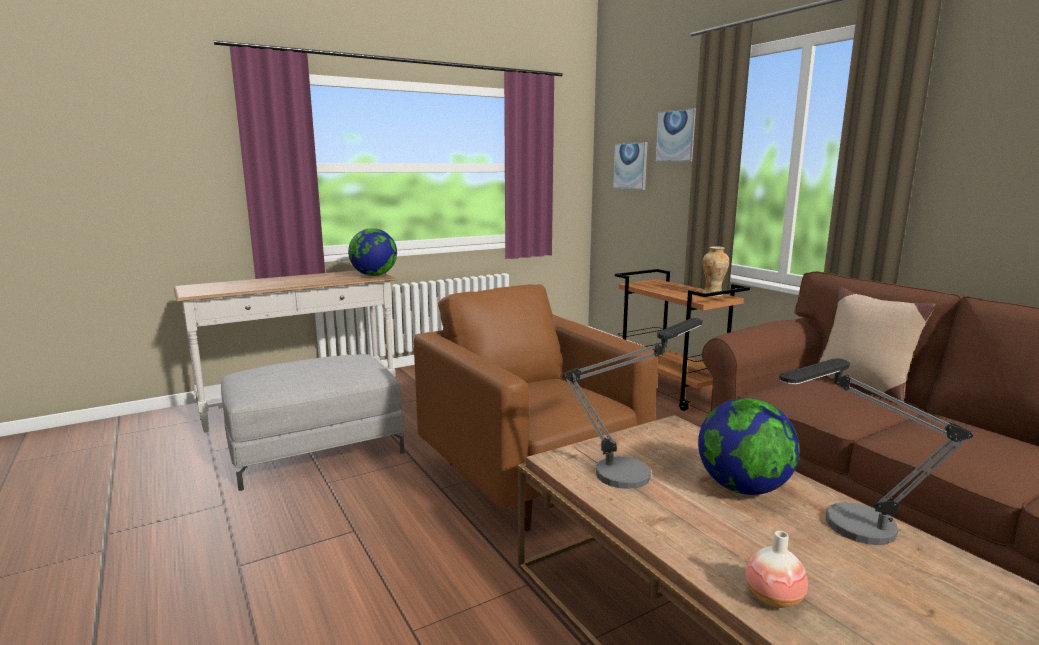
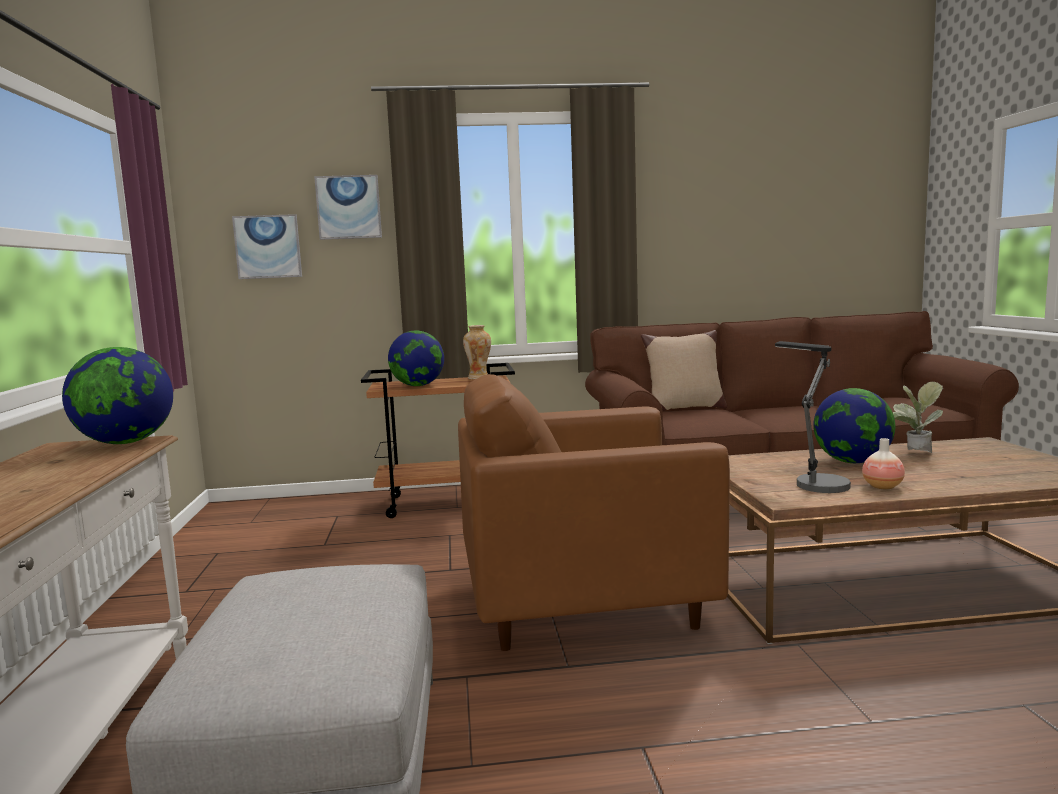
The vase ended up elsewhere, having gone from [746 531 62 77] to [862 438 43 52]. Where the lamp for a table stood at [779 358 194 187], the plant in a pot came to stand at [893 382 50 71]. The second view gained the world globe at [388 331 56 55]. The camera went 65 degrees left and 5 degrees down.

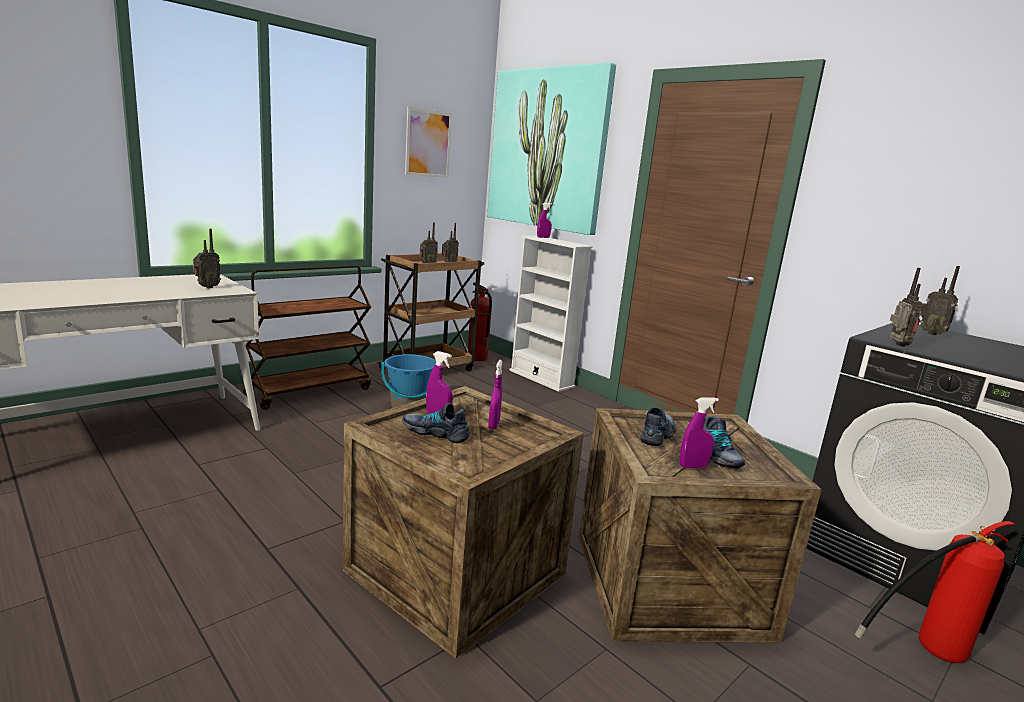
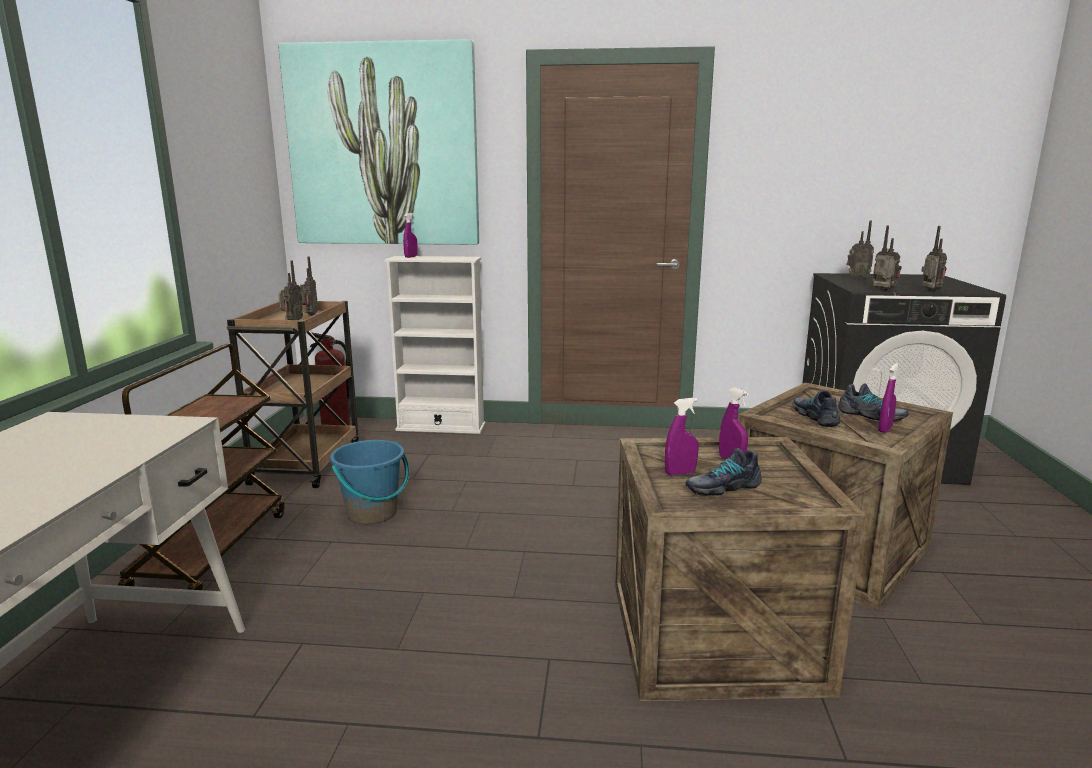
The radio ended up elsewhere, having gone from [193 229 28 60] to [921 226 26 66]. The second view lost the wall art at [405 107 47 71]. The second view lost the extinguisher at [854 521 161 142]. The camera went 40 degrees left and 0 degrees up.

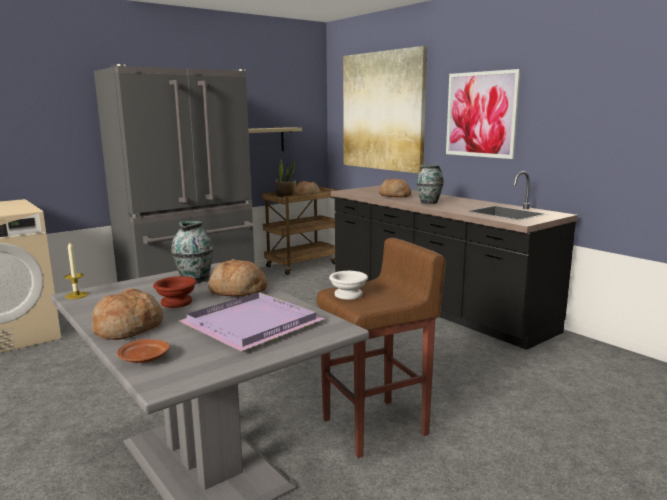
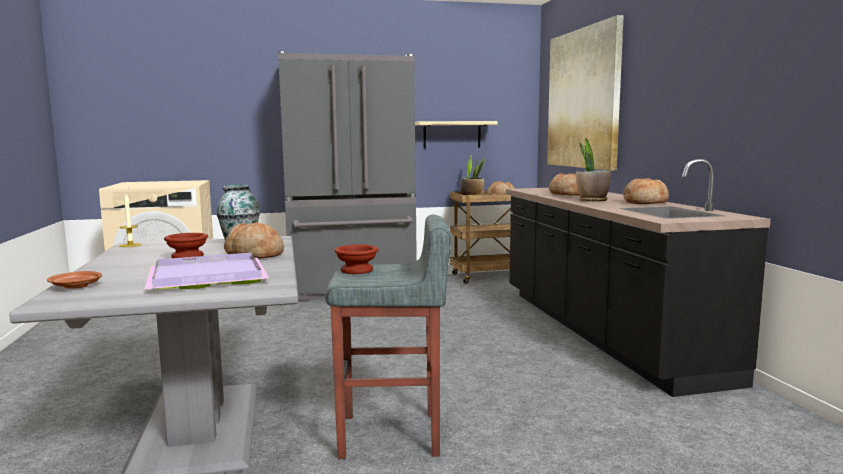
The bakery bread ended up elsewhere, having gone from [92 289 71 51] to [623 178 46 26]. What was the brown-coloured sitting stool at [316 238 130 220] turned into the grey sitting stool at [325 215 126 244]. What was the white serving bowl at [329 271 39 29] turned into the brown-coloured serving bowl at [334 244 44 30]. Where the vase stood at [416 164 28 40], the plant in a pot came to stand at [576 138 35 63]. The second view lost the wall art at [446 69 75 90]. The camera went 25 degrees right and 5 degrees down.

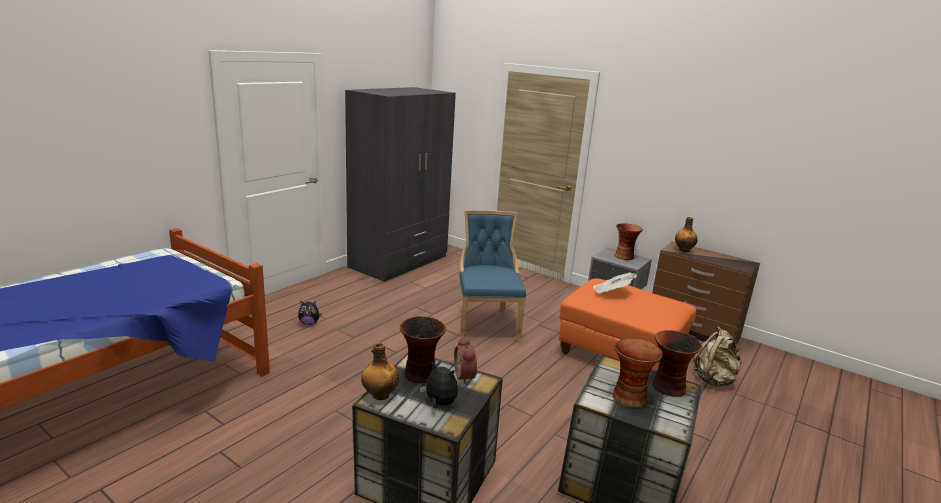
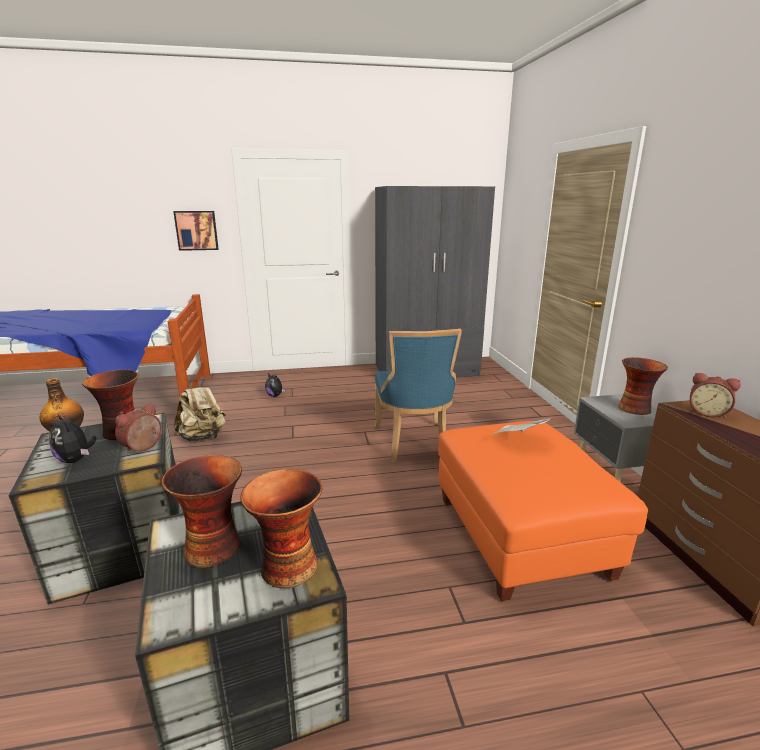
The soft toy at [420 361 38 47] ended up facing another way, 150 degrees clockwise from before. The bluish plain chair at [459 210 67 132] ended up facing another way, 135 degrees clockwise from before. Where the drink bottle stood at [675 217 23 35], the bedside clock came to stand at [690 373 51 46]. The beige backpack ended up elsewhere, having gone from [693 326 49 60] to [174 380 51 61]. The second view gained the wall art at [173 211 45 40]. The camera went 45 degrees right and 0 degrees up.

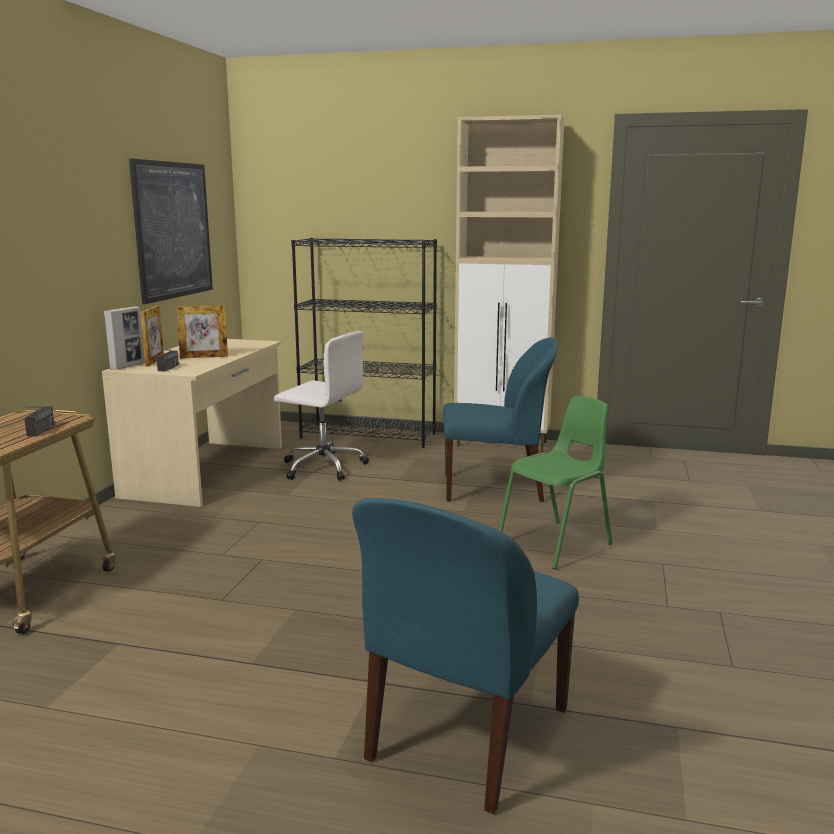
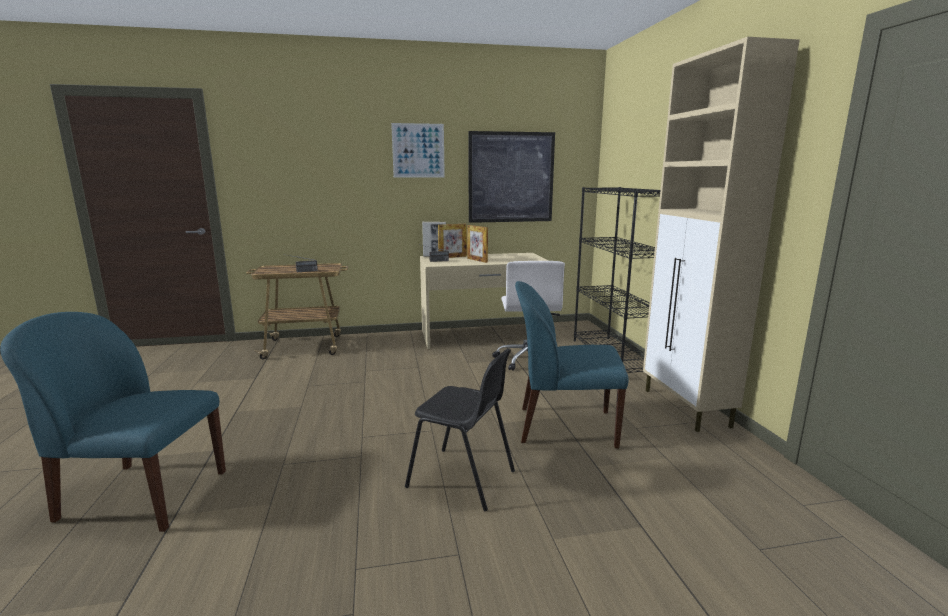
The bluish plain chair at [443 337 115 165] ended up facing another way, 120 degrees clockwise from before. What was the greenish plain chair at [499 396 113 174] turned into the blackish plain chair at [405 348 110 163]. The second view gained the wall art at [391 123 54 55]. The camera went 65 degrees right and 0 degrees up.

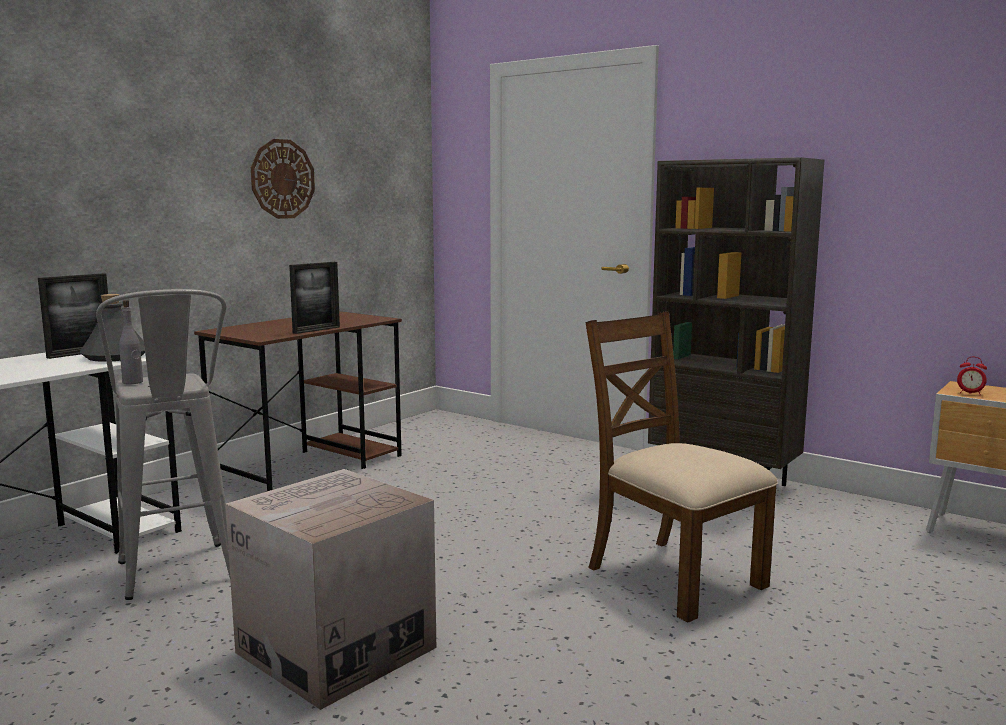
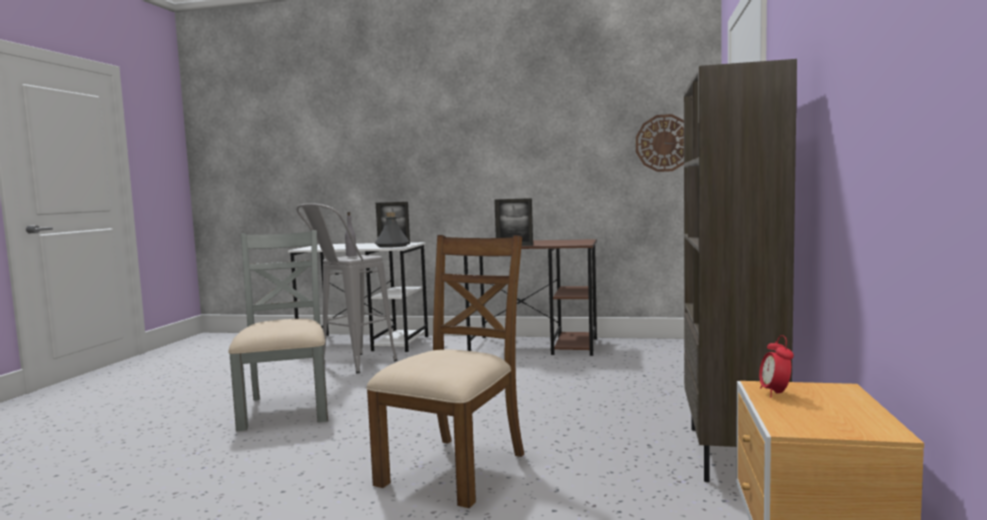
Where the packing box stood at [225 469 211 241], the grey plain chair came to stand at [228 230 100 201]. The clock on the wall ended up elsewhere, having gone from [251 139 64 80] to [636 114 48 58]. The camera went 65 degrees right and 5 degrees down.

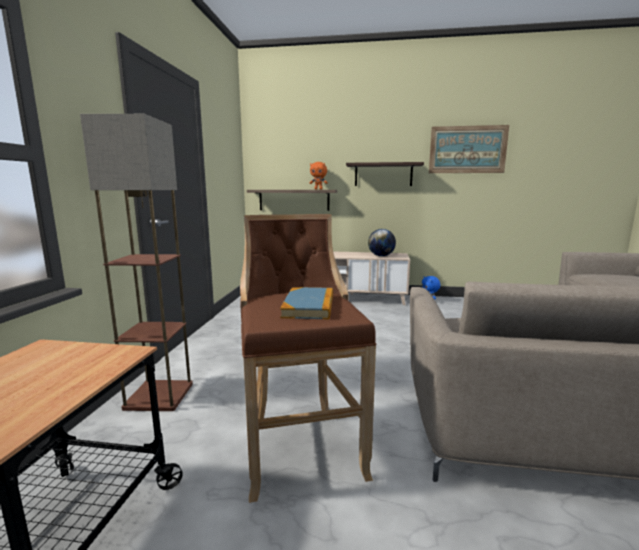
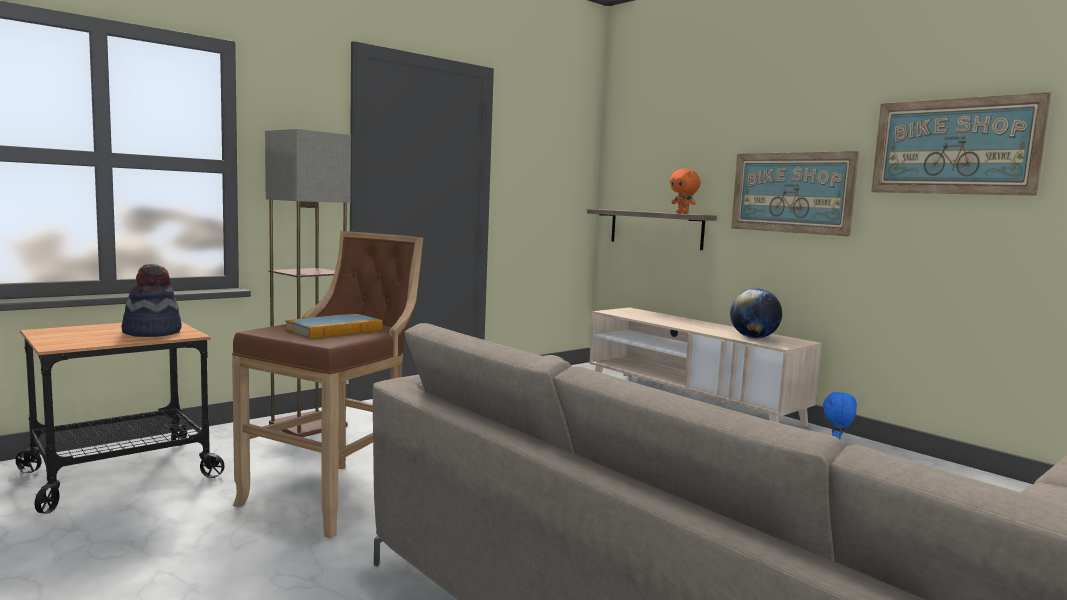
Where the shelf hung at [346 162 78 24], the wall art came to hang at [731 151 128 86]. The second view gained the wearable hat at [122 264 60 73]. The camera went 40 degrees right and 5 degrees down.

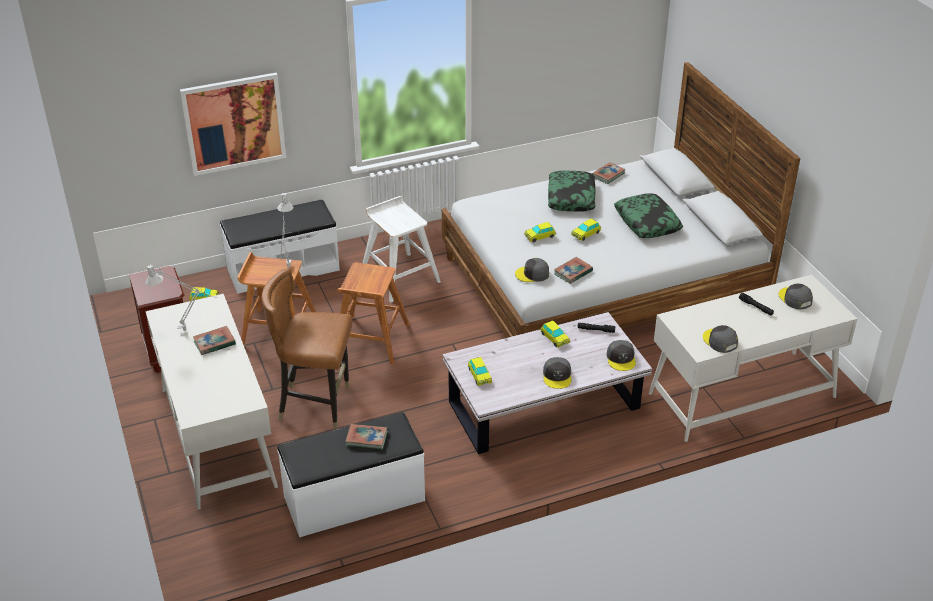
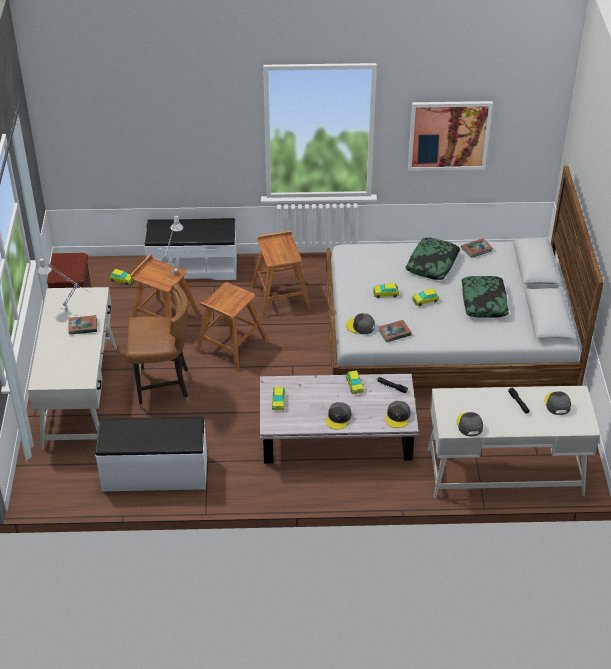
The wall art ended up elsewhere, having gone from [180 73 106 103] to [408 101 85 70]. The brown-coloured plain chair at [261 269 92 161] ended up facing another way, 150 degrees clockwise from before. The second view lost the volume at [346 424 42 25]. What was the white sitting stool at [363 196 78 107] turned into the brown-coloured sitting stool at [251 231 60 87]. The camera went 20 degrees right and 5 degrees up.

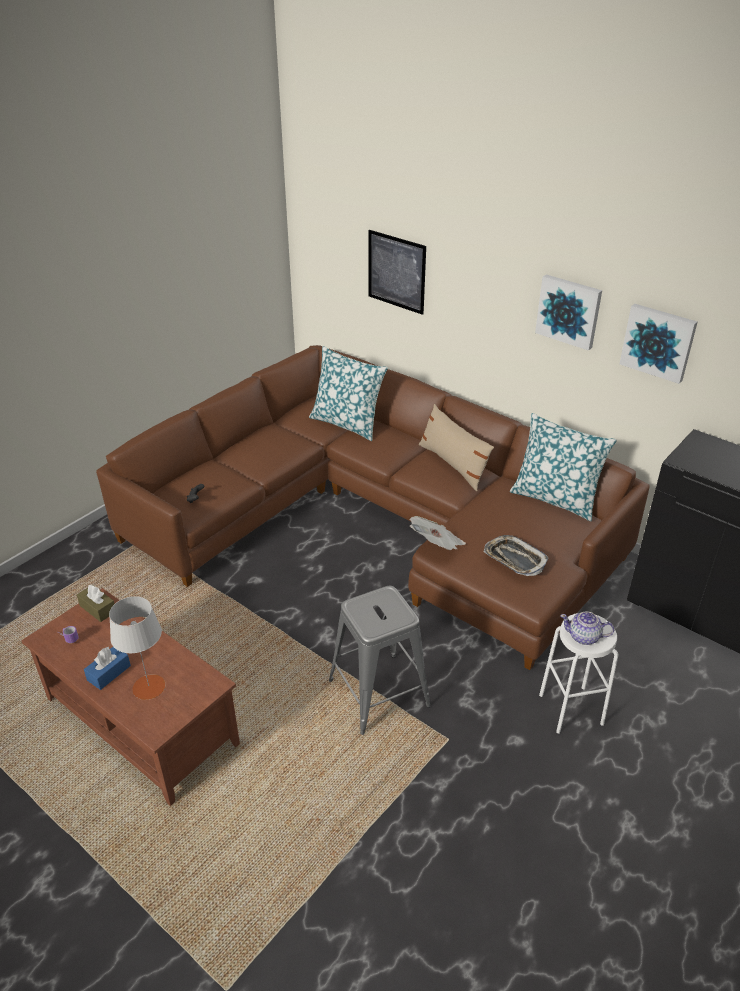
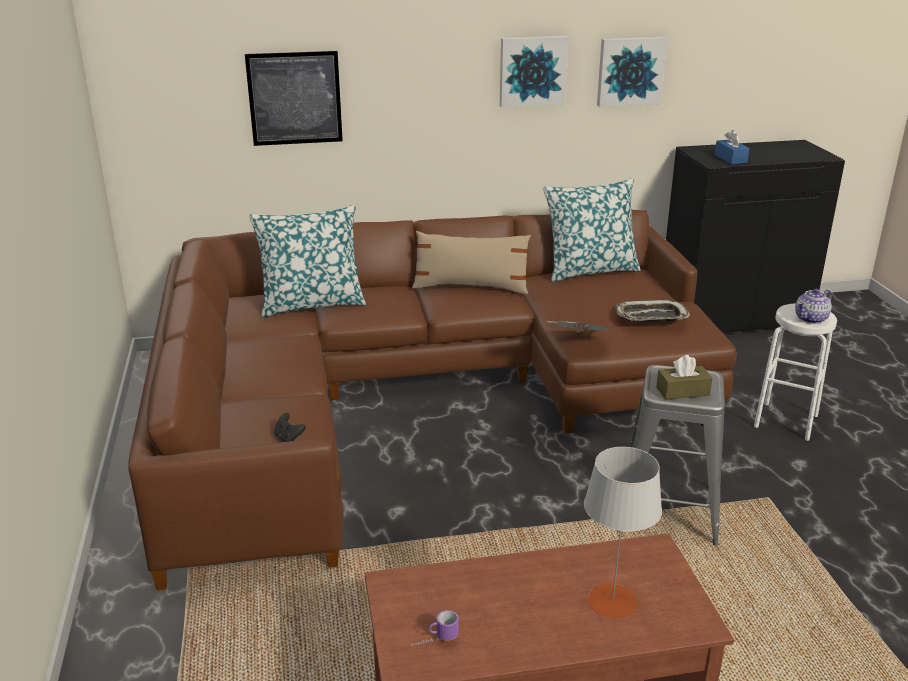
The brown-coloured box of tissues ended up elsewhere, having gone from [77 585 37 37] to [656 355 57 45]. The bluish box of tissues ended up elsewhere, having gone from [84 646 47 44] to [715 130 35 34]. The camera went 50 degrees left and 10 degrees down.

